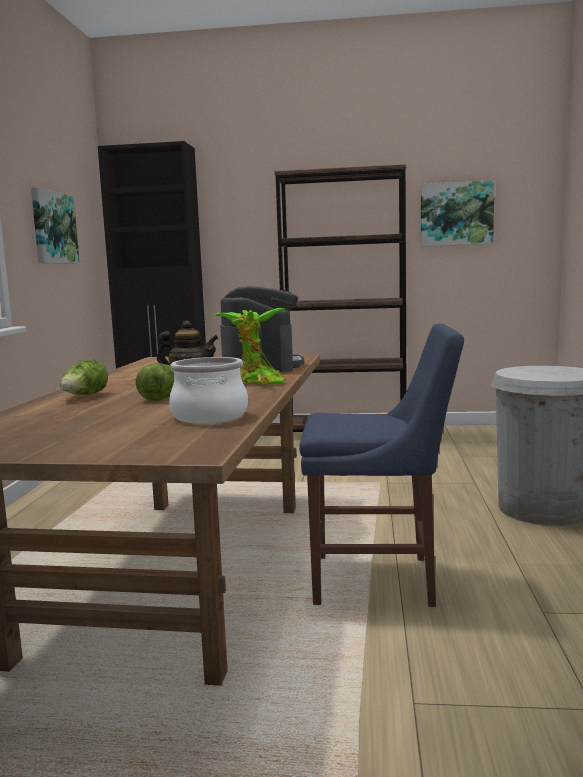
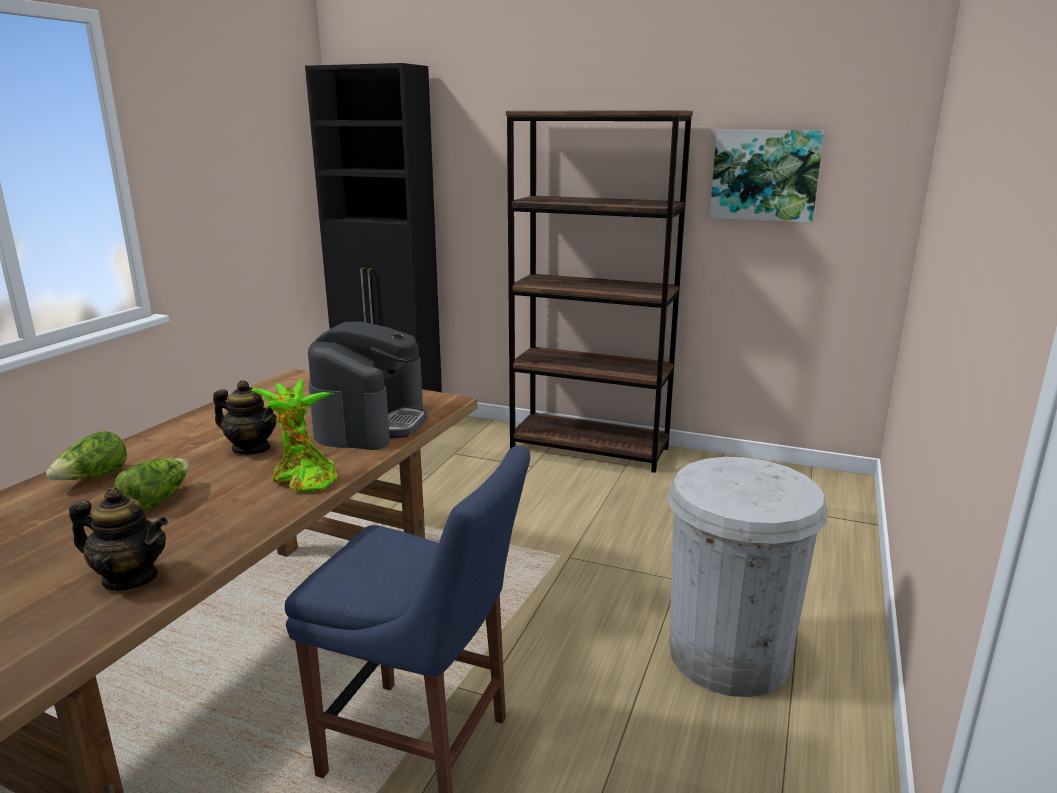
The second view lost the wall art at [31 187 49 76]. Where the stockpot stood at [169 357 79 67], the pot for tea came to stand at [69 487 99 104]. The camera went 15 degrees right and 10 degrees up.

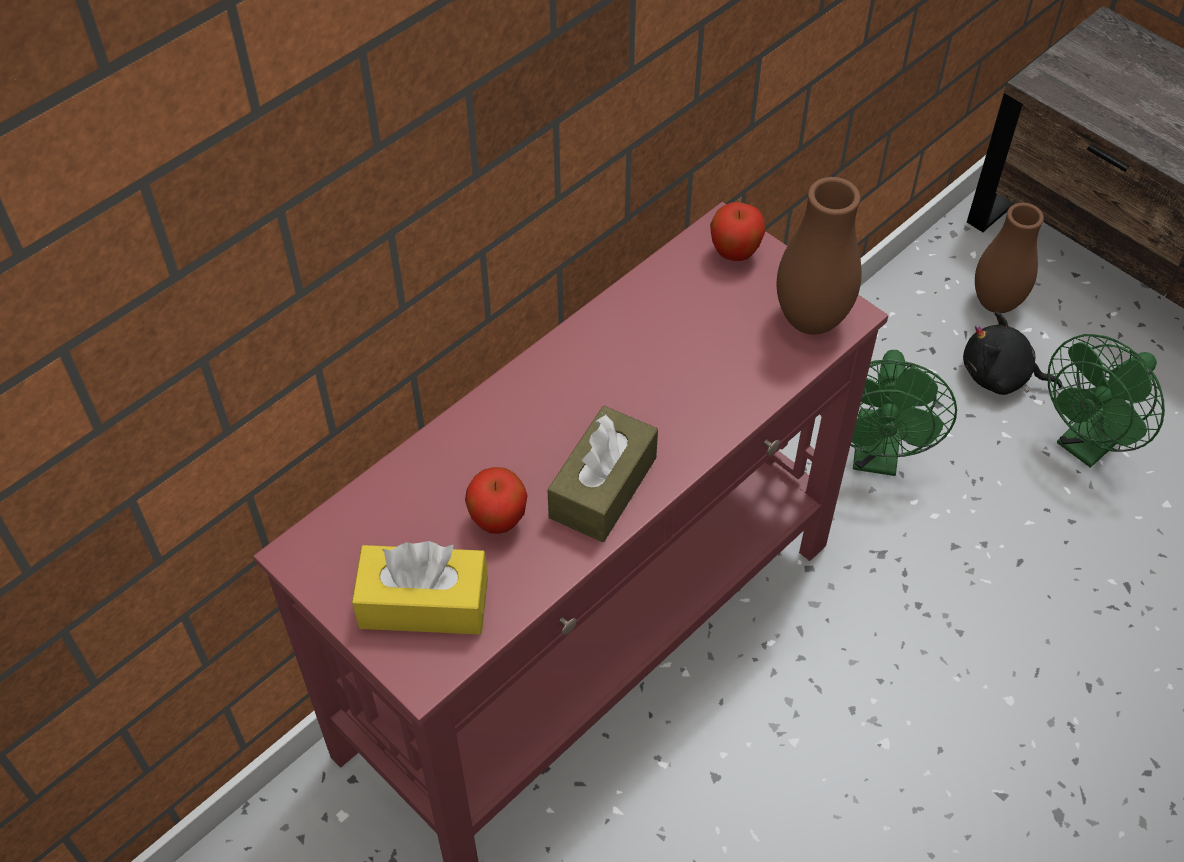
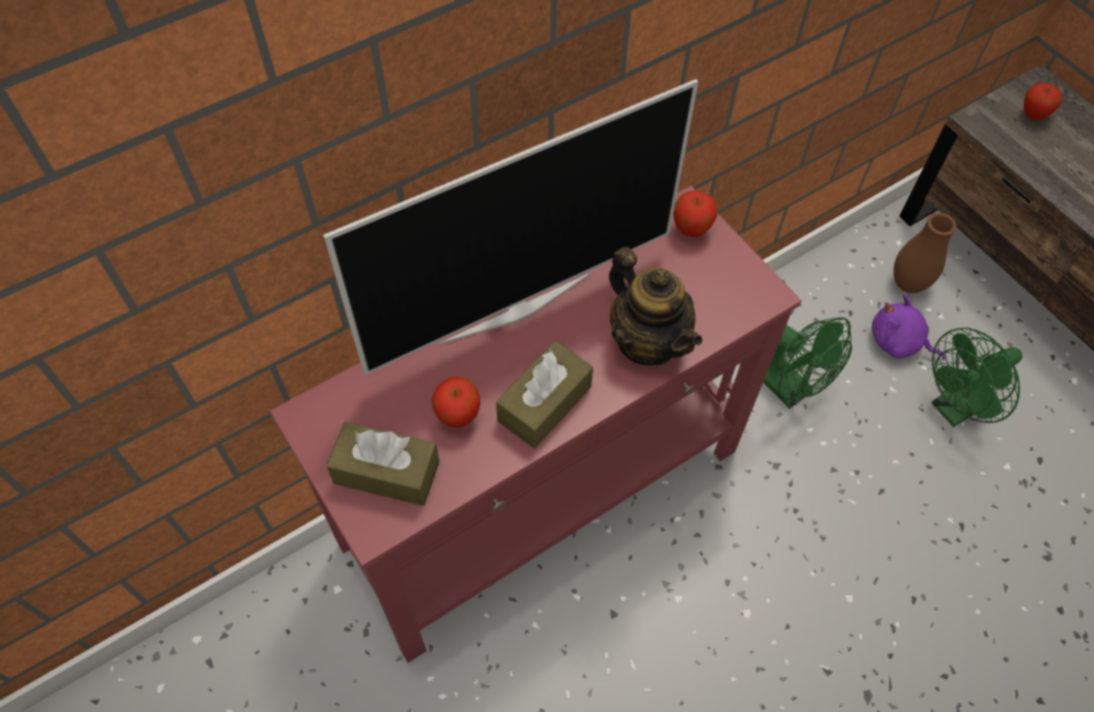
What was the yellow box of tissues at [352 541 136 94] turned into the brown-coloured box of tissues at [327 422 113 84]. The second view lost the brown-coloured vase at [776 177 86 157]. The greenish cooling fan at [850 350 107 126] ended up facing another way, 60 degrees counterclockwise from before. What was the blackish soft toy at [963 311 99 84] turned into the purple-coloured soft toy at [872 294 73 66]. The second view gained the television at [323 79 375 296]. The second view gained the pot for tea at [609 247 94 119]. The second view gained the whole apple at [1024 83 38 37]. The camera went 10 degrees right and 5 degrees up.

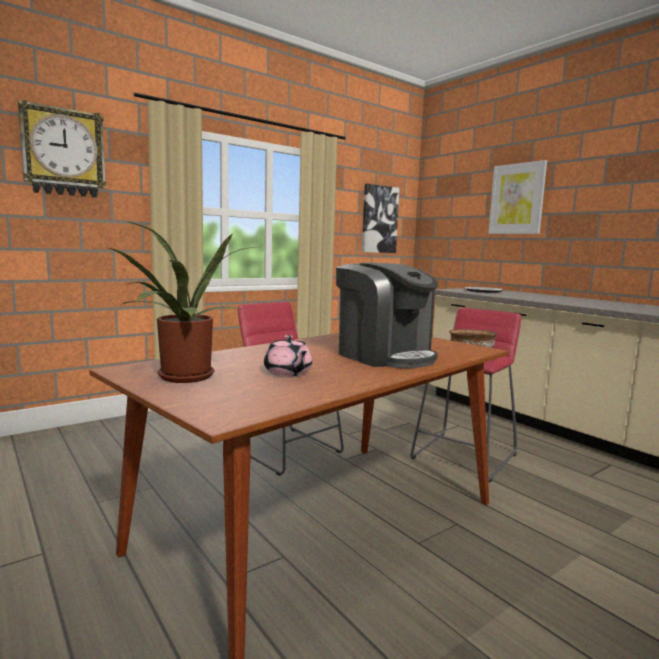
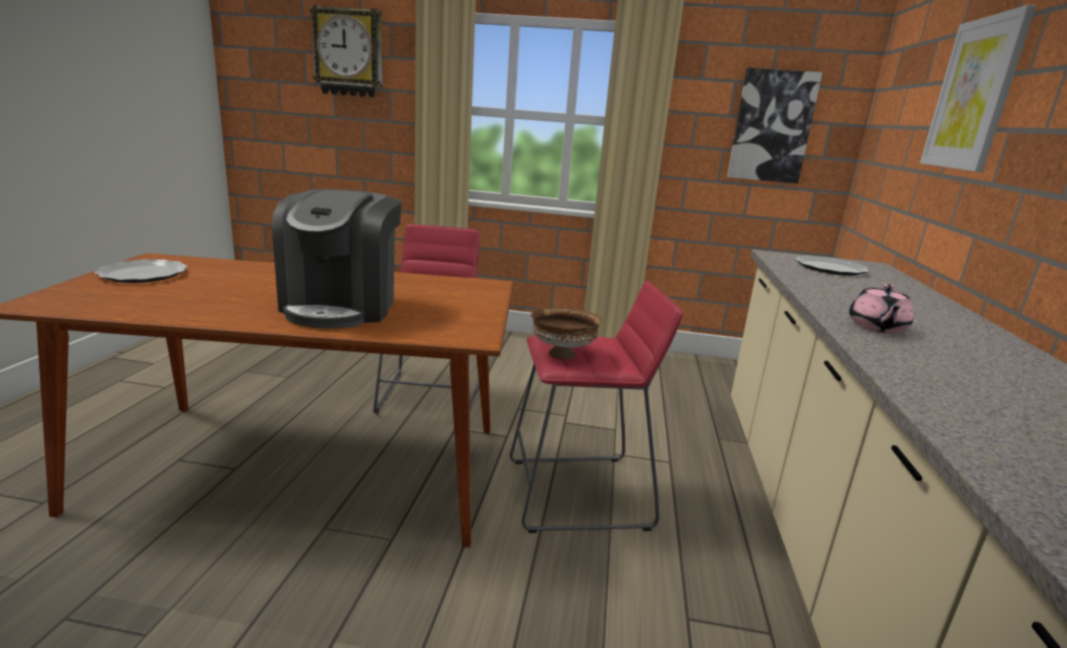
Where the plant in a pot stood at [103 221 159 162], the plate came to stand at [94 259 94 24]. The pink-coloured pot for tea ended up elsewhere, having gone from [264 335 48 41] to [849 284 65 49]. The camera went 45 degrees right and 10 degrees up.

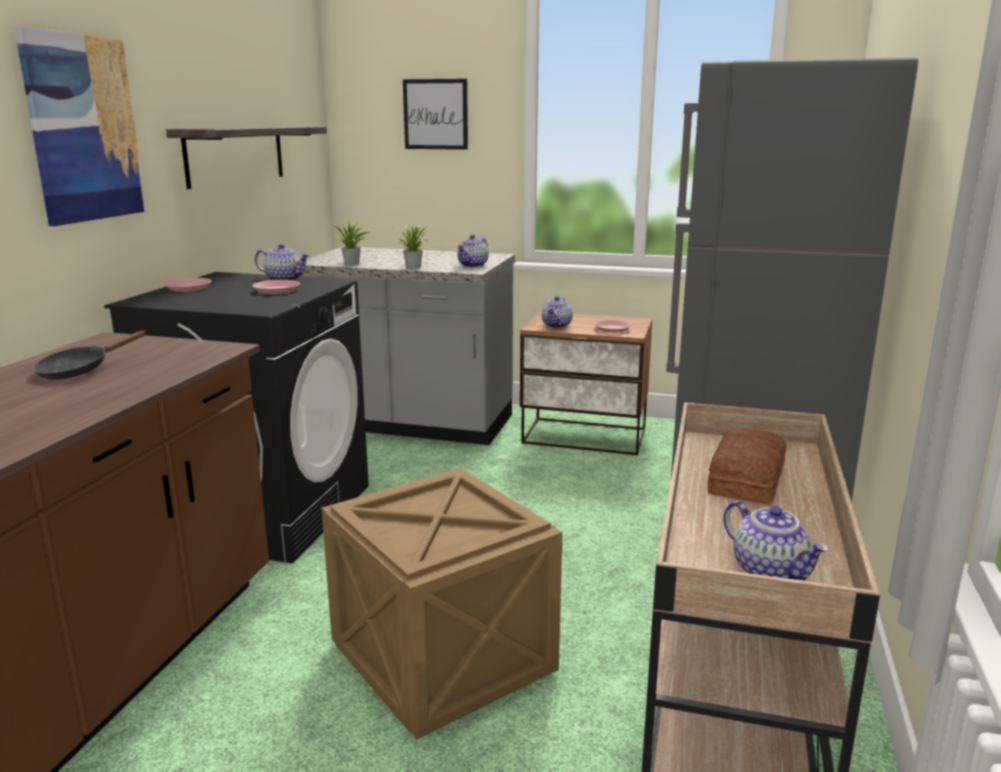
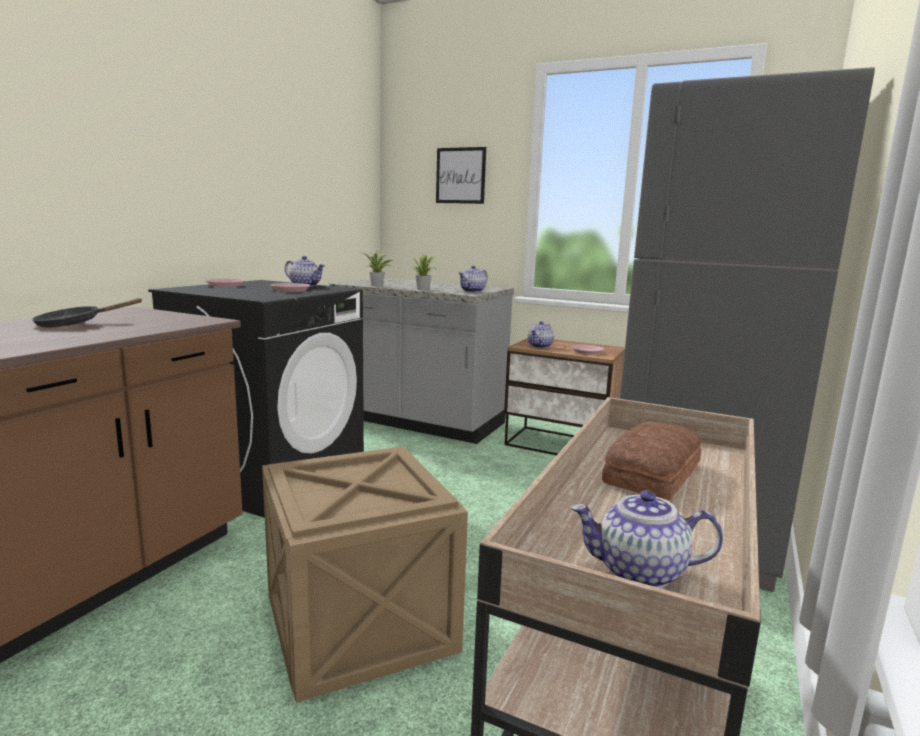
The second view lost the wall art at [14 27 132 199]. The second view lost the shelf at [166 126 161 63]. The pot for tea at [723 501 106 79] ended up facing another way, 120 degrees clockwise from before. The camera went 10 degrees right and 5 degrees down.

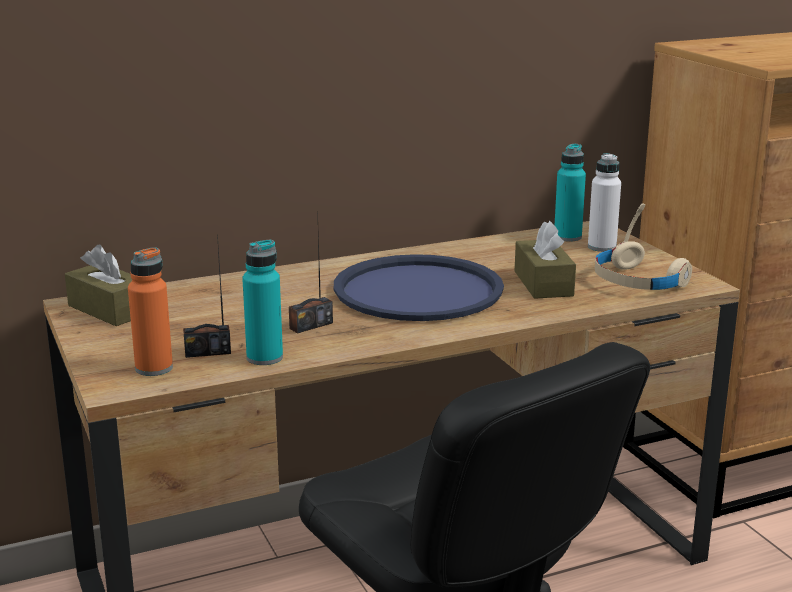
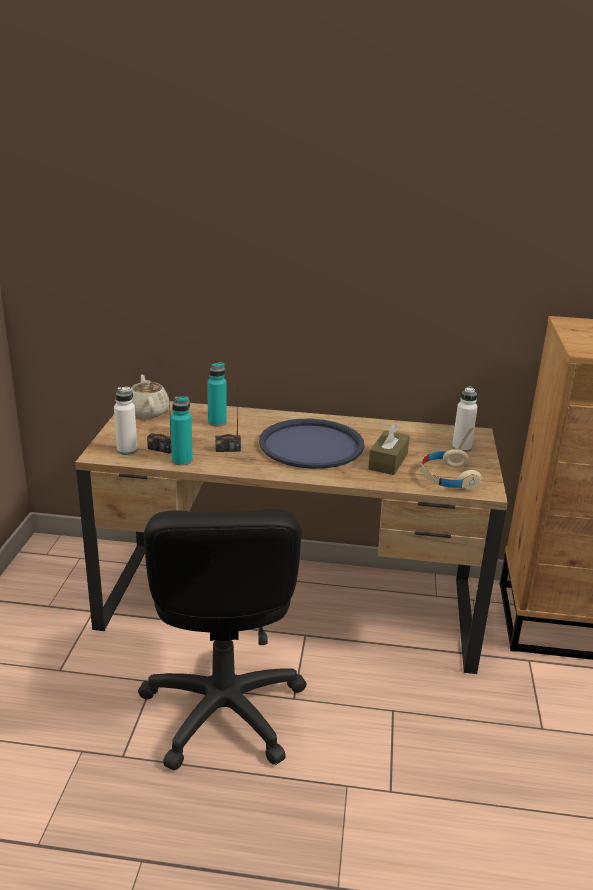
Where the brown-coloured box of tissues stood at [65 245 67 81], the beige pot for tea came to stand at [132 375 37 43]. What was the orange drink bottle at [128 247 45 129] turned into the white drink bottle at [114 387 23 68]. The turquoise-coloured drink bottle ended up elsewhere, having gone from [555 144 31 98] to [207 362 20 65]. The camera went 30 degrees right and 5 degrees up.

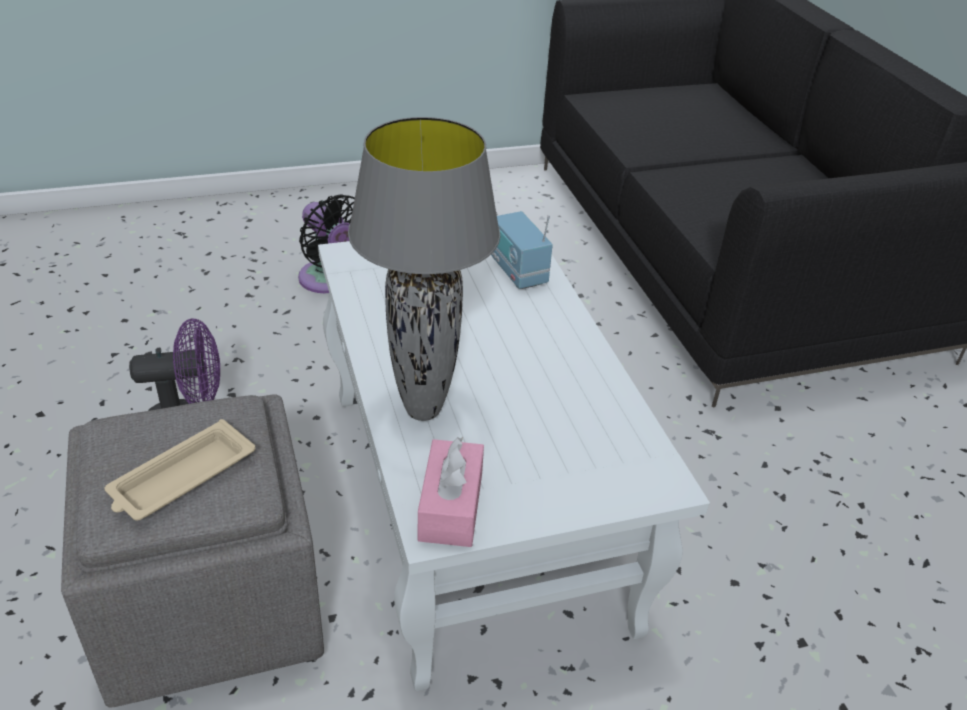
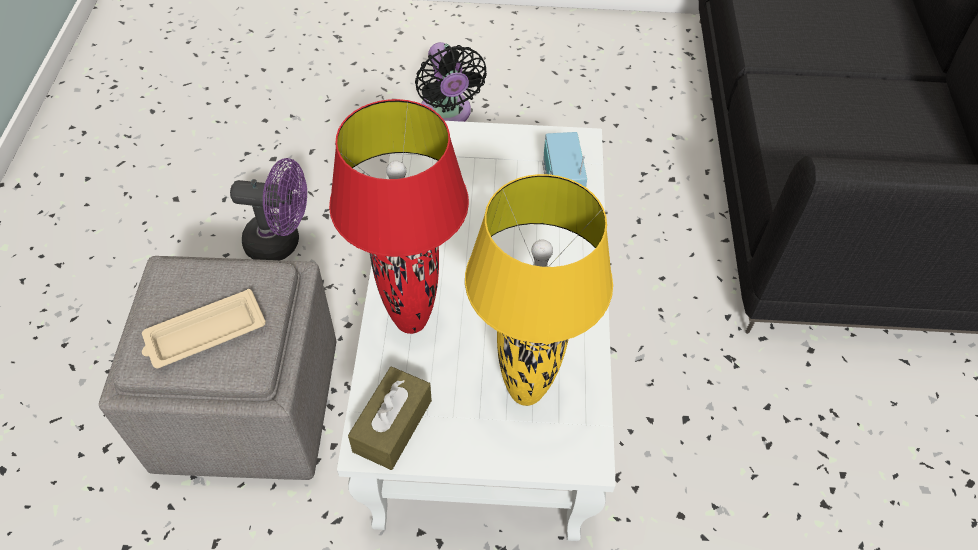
What was the grey lamp for a table at [348 117 153 304] turned into the red lamp for a table at [329 99 140 235]. What was the pink-coloured box of tissues at [418 437 66 110] turned into the brown-coloured box of tissues at [348 366 84 104]. The second view gained the yellow lamp for a table at [465 174 148 232]. The camera went 20 degrees right and 15 degrees up.

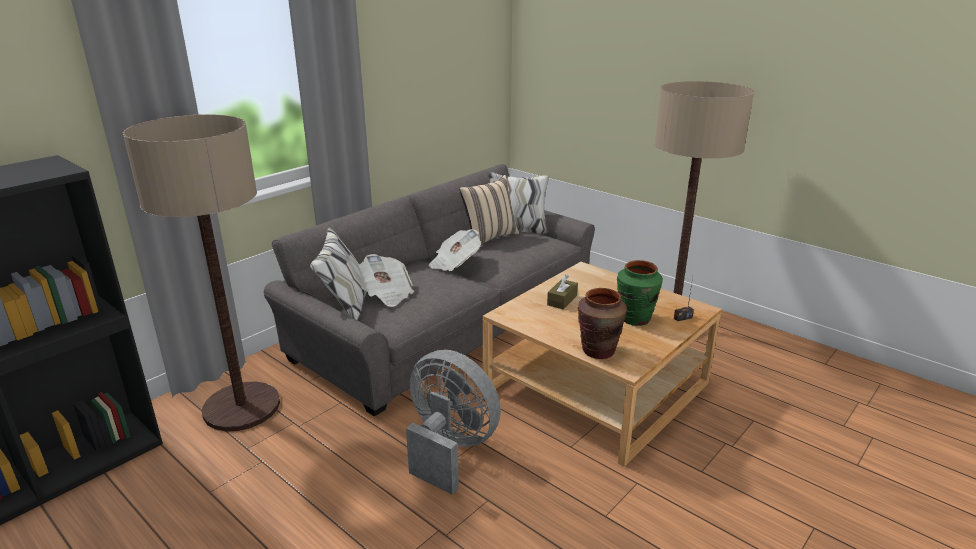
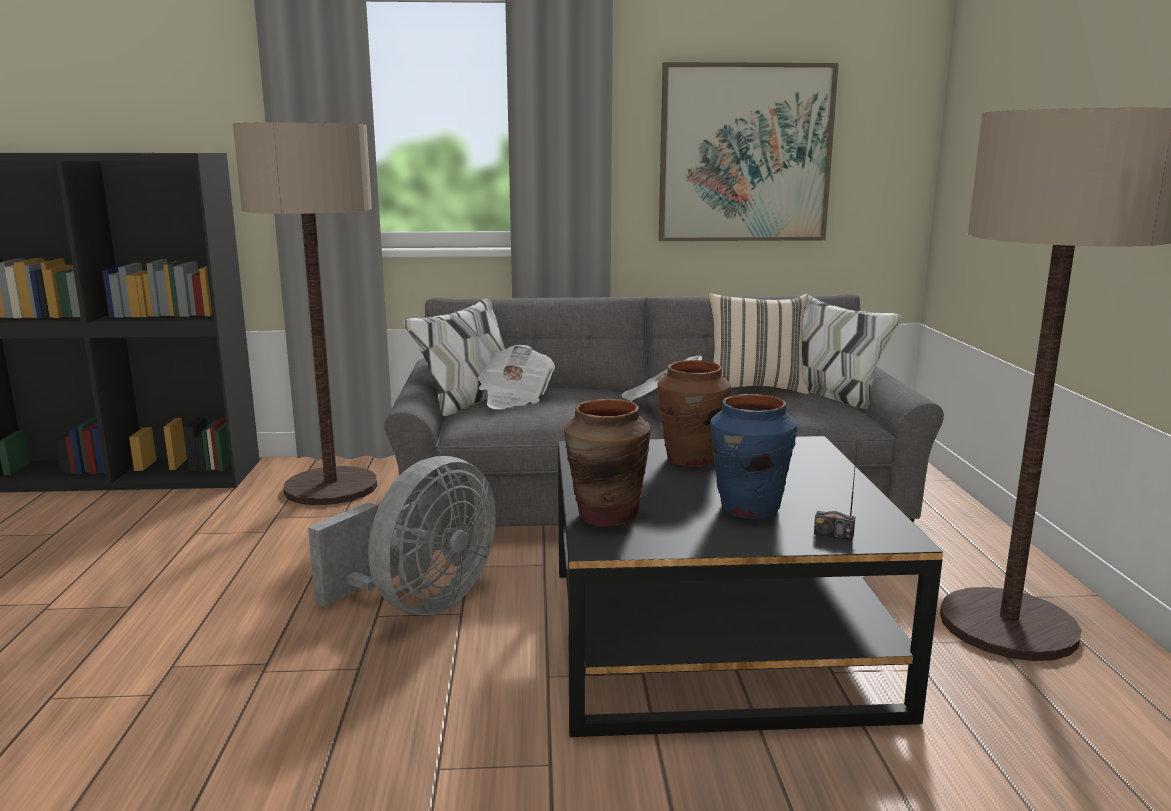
The grey cooling fan at [406 350 95 145] ended up facing another way, 45 degrees clockwise from before. What was the beige coffee table at [483 262 239 205] turned into the blackish coffee table at [558 436 385 301]. Where the brown-coloured box of tissues stood at [547 274 31 36], the brown-coloured vase came to stand at [657 360 74 107]. What was the greenish vase at [617 260 46 66] turned into the bluish vase at [710 394 88 125]. The second view gained the wall art at [659 62 180 179]. The camera went 45 degrees right and 10 degrees down.

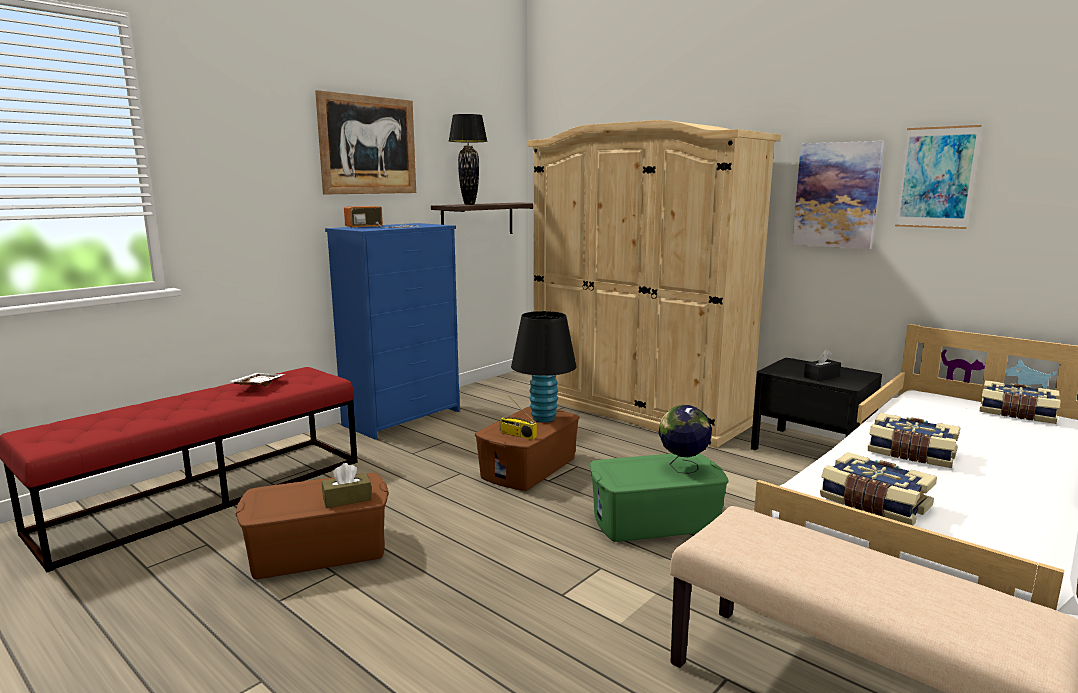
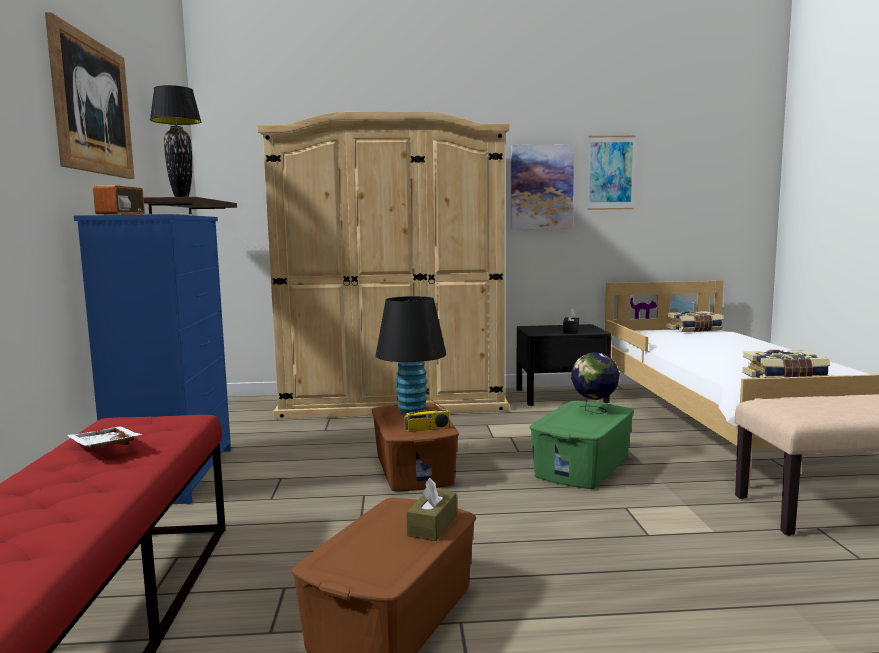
The second view lost the volume at [868 413 92 55]. The camera went 45 degrees left and 5 degrees down.

